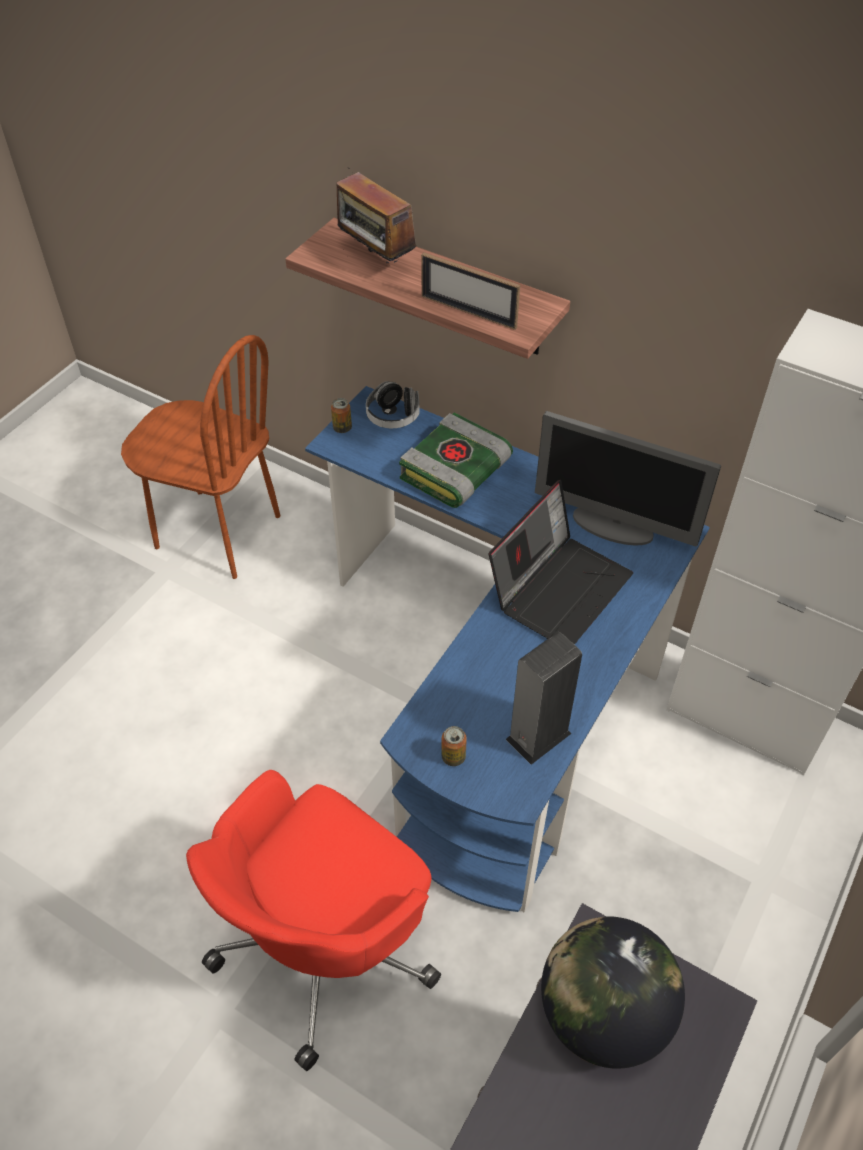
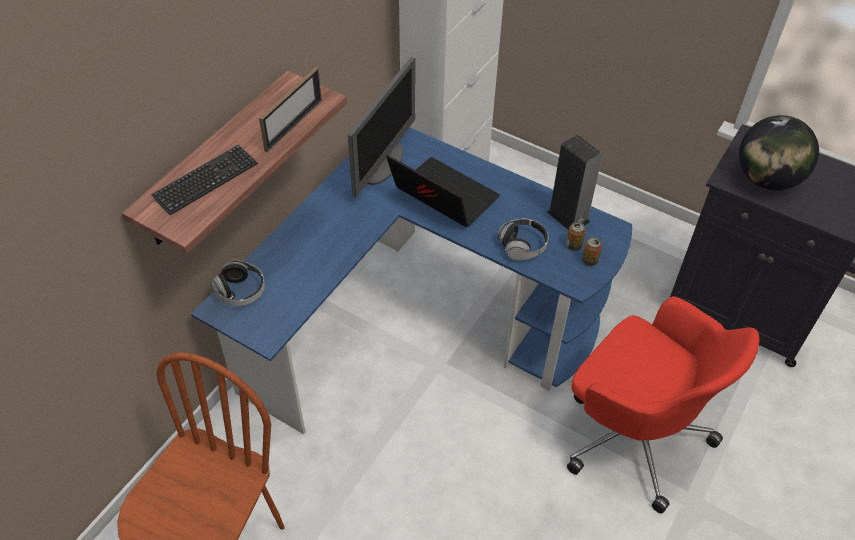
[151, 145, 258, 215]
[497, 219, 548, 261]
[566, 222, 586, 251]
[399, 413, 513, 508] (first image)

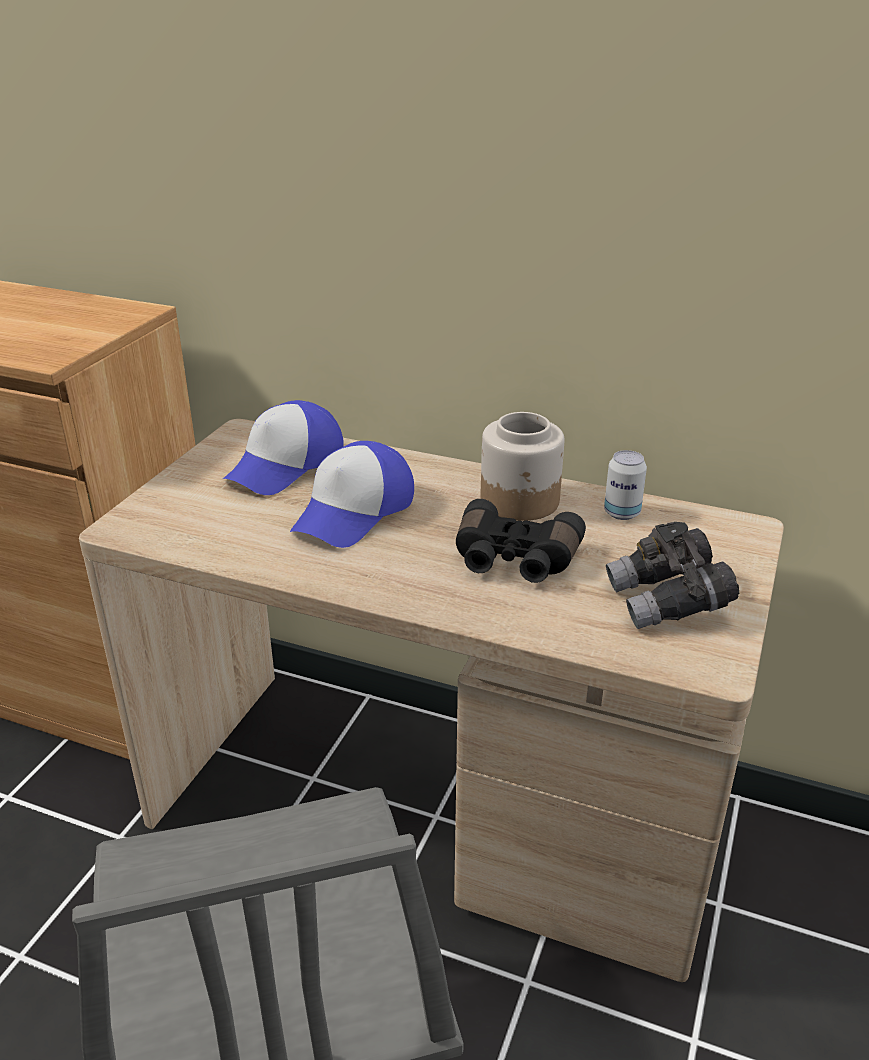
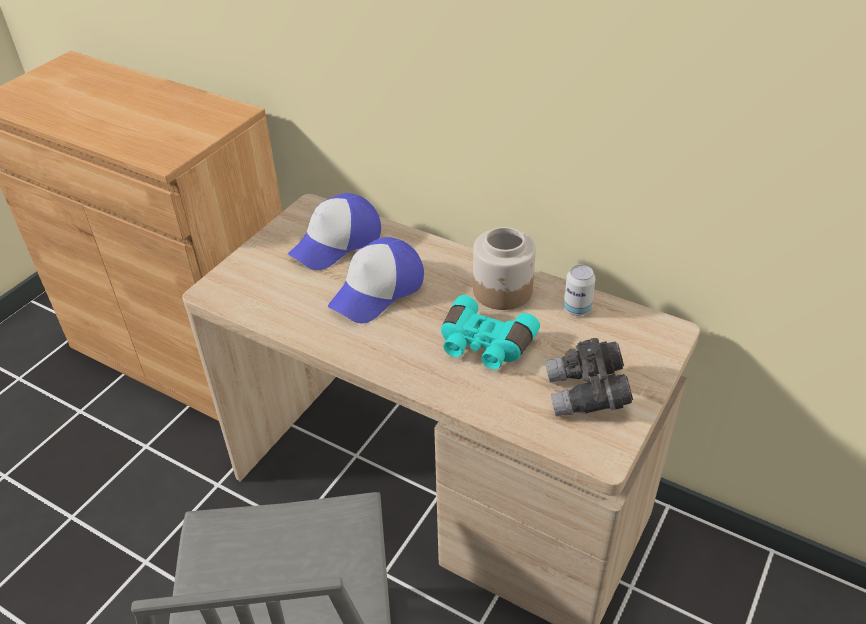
[441, 295, 540, 369]

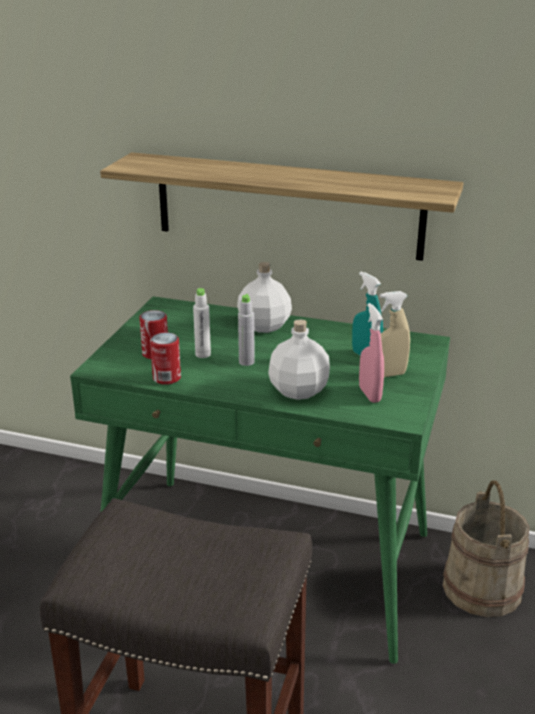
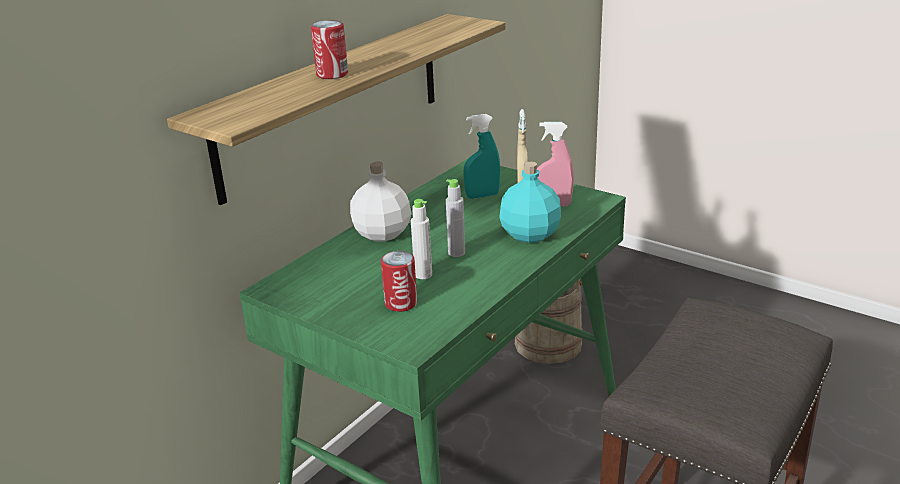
[311, 20, 348, 79]
[499, 162, 561, 243]

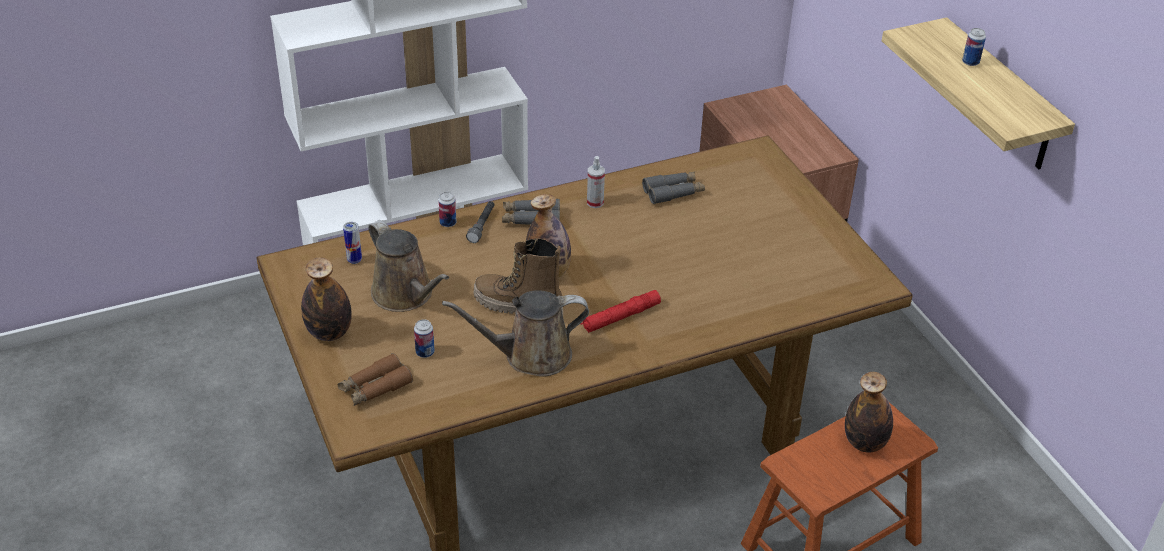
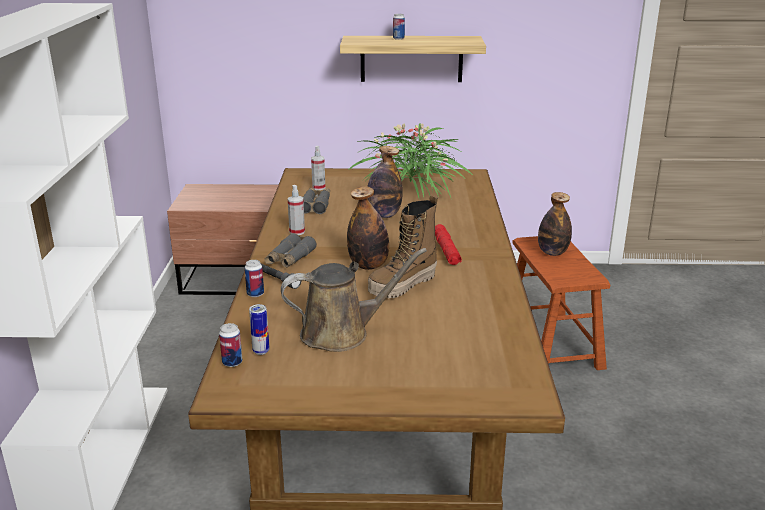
[219, 323, 242, 367]
[311, 146, 325, 190]
[348, 123, 474, 200]
[367, 146, 403, 218]
[338, 353, 413, 406] (first image)
[442, 290, 589, 377] (first image)

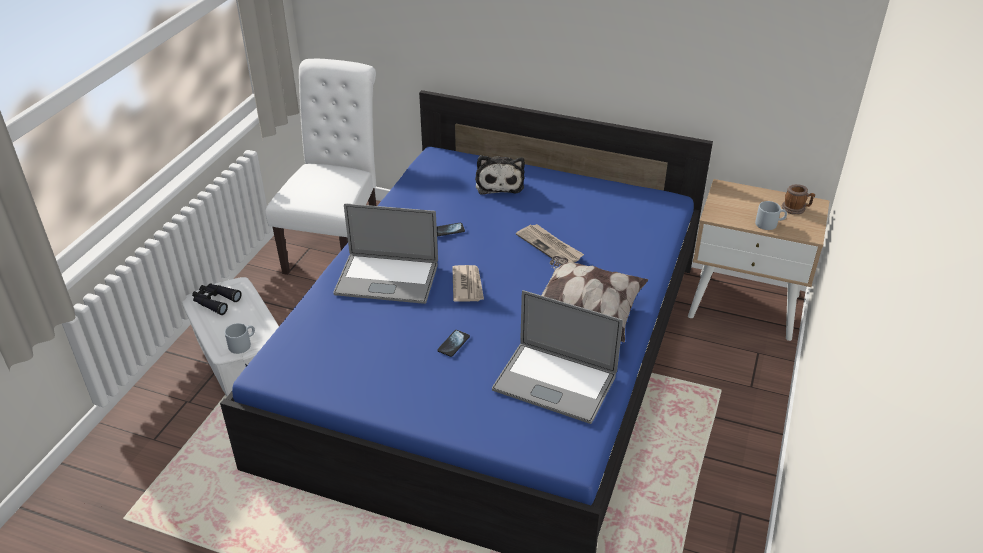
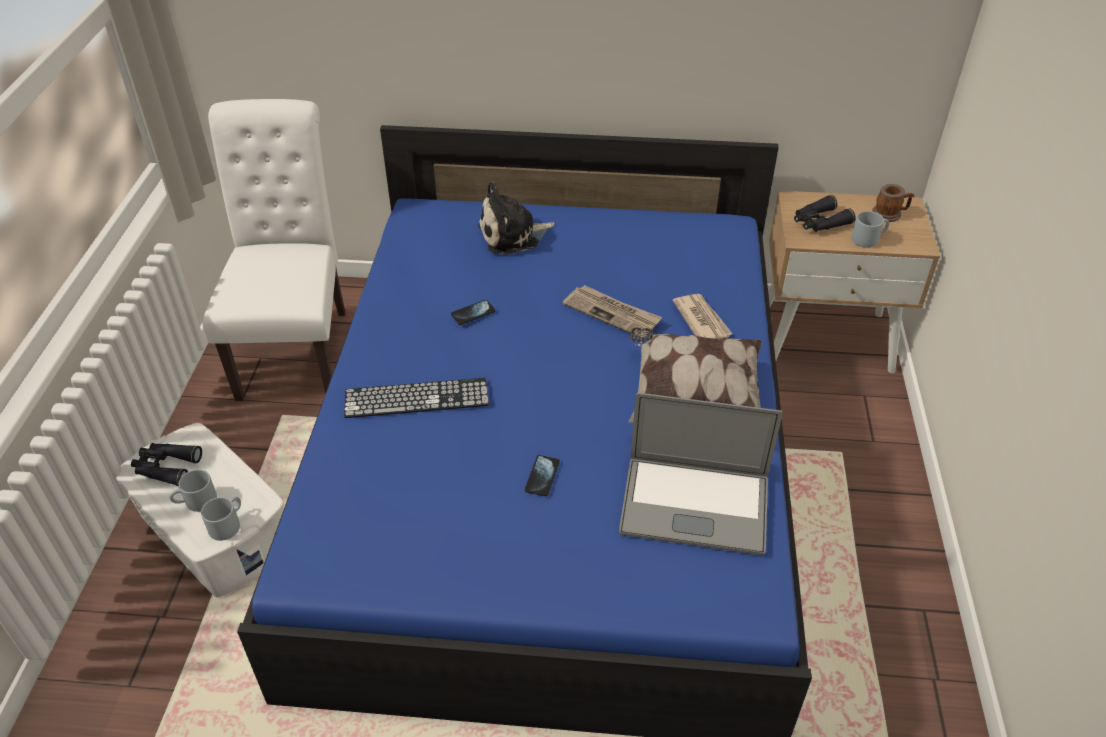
[170, 469, 217, 512]
[344, 378, 489, 418]
[478, 182, 555, 255]
[672, 294, 732, 339]
[794, 195, 856, 232]

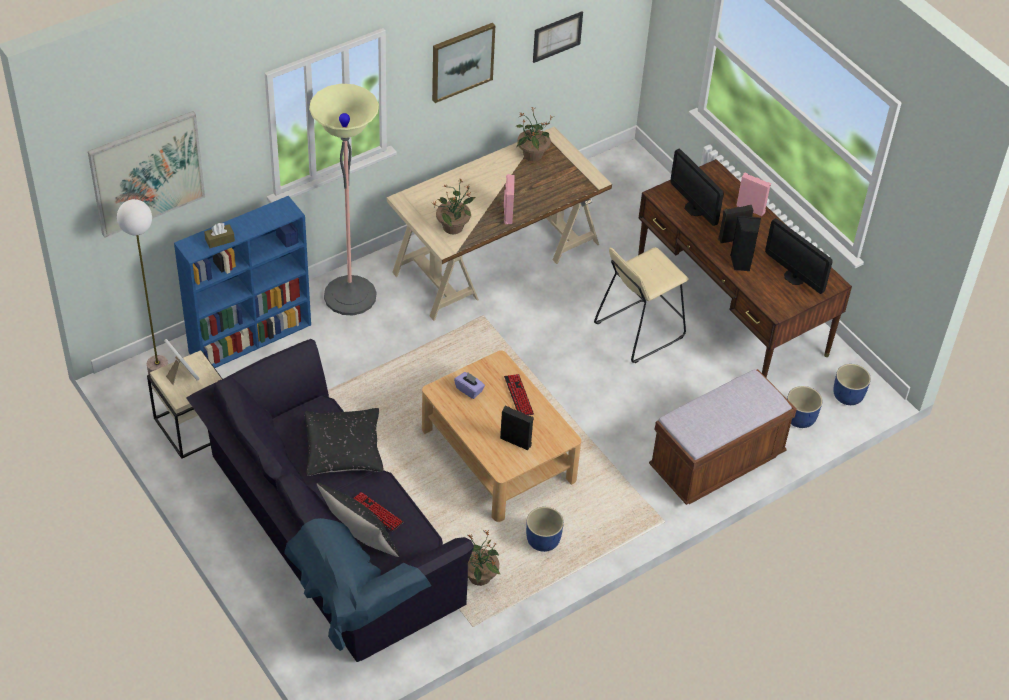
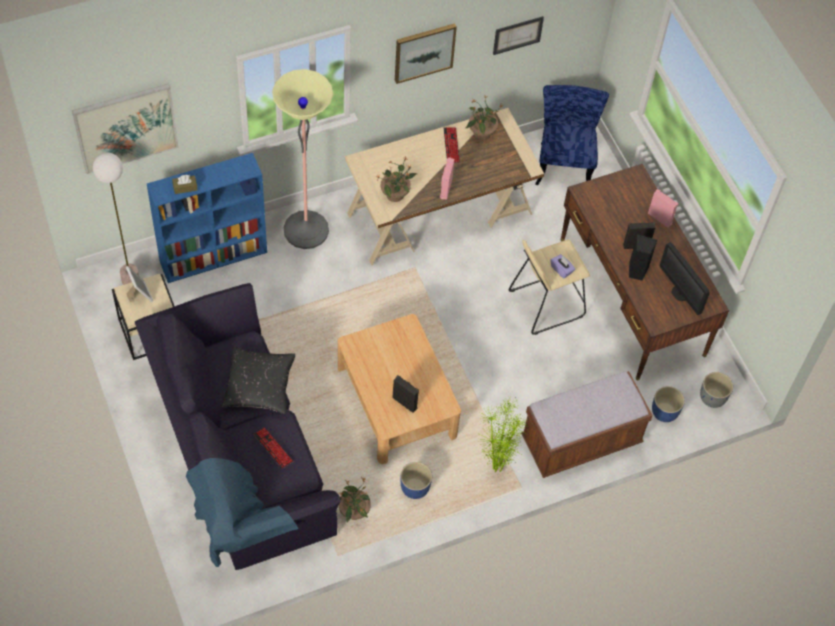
[444, 127, 460, 163]
[480, 397, 528, 472]
[535, 85, 609, 185]
[550, 254, 575, 279]
[700, 372, 733, 408]
[317, 483, 400, 557] (first image)
[670, 149, 724, 226] (first image)

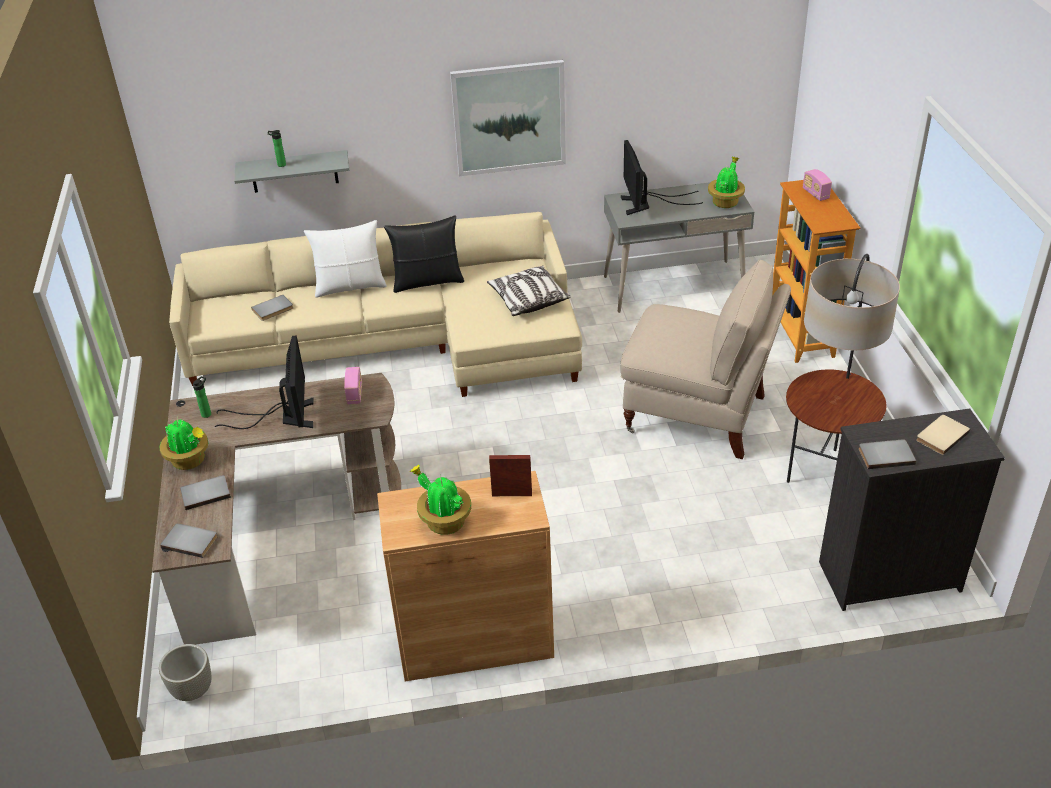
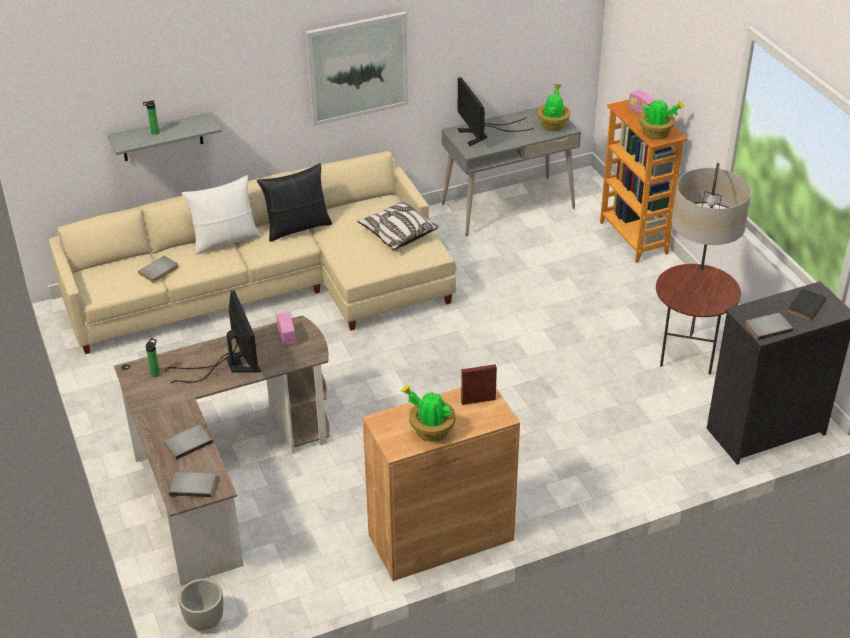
[639, 98, 684, 140]
[787, 289, 826, 321]
[621, 259, 791, 459] (first image)

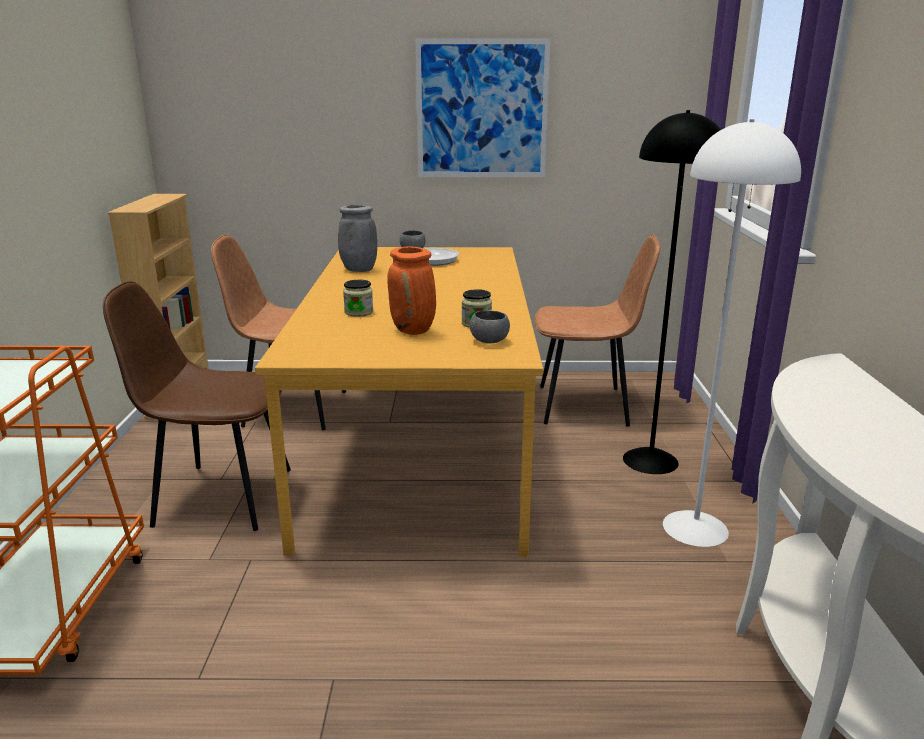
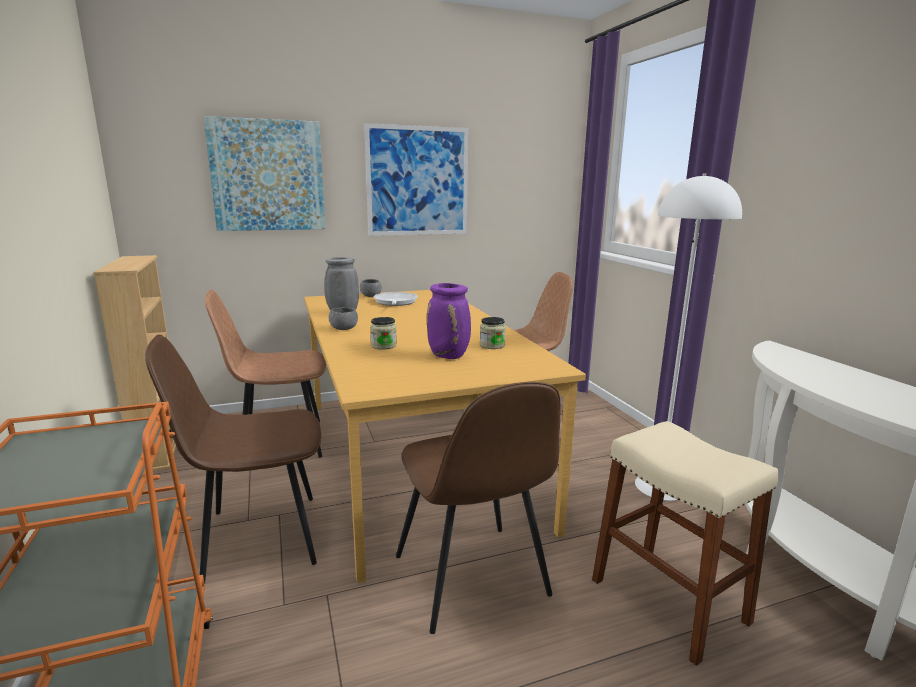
[203, 116, 326, 231]
[329, 308, 358, 330]
[396, 382, 560, 634]
[427, 283, 471, 359]
[592, 421, 779, 666]
[623, 110, 721, 474] (first image)

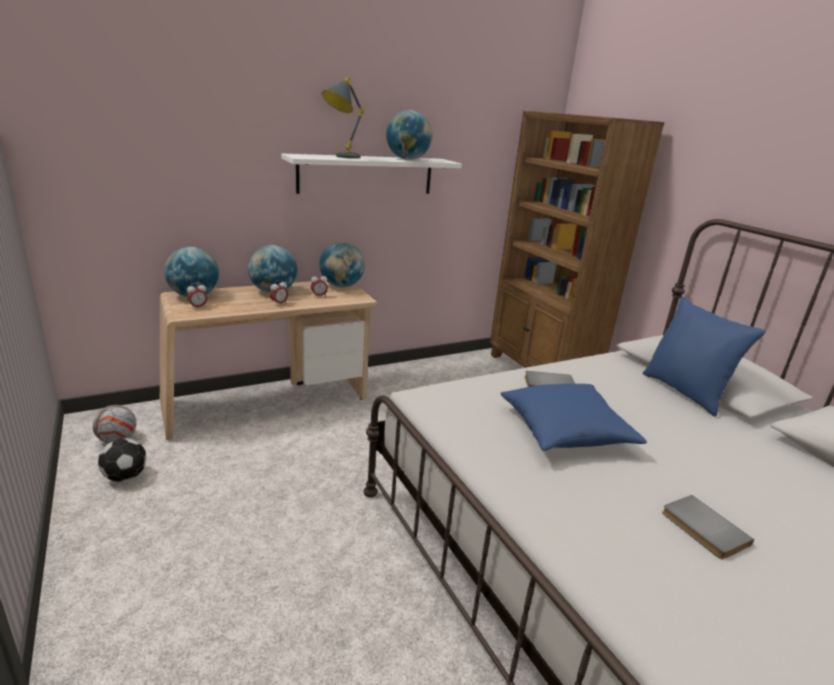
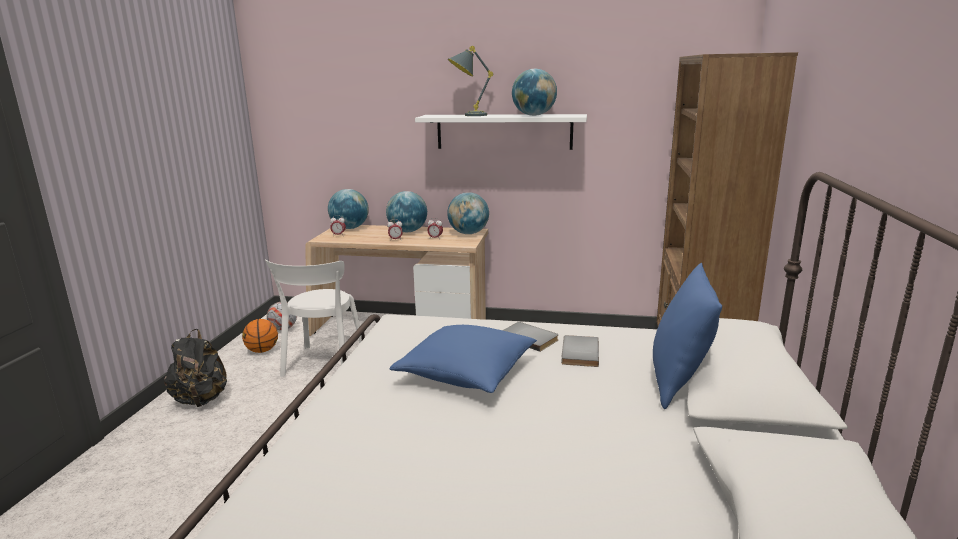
[164, 329, 227, 407]
[242, 319, 278, 353]
[265, 259, 362, 377]
[561, 335, 599, 367]

